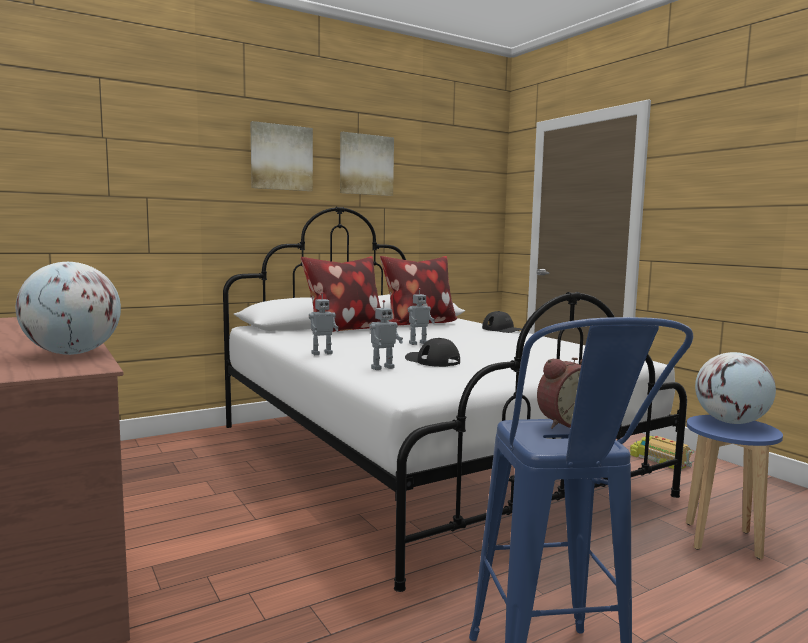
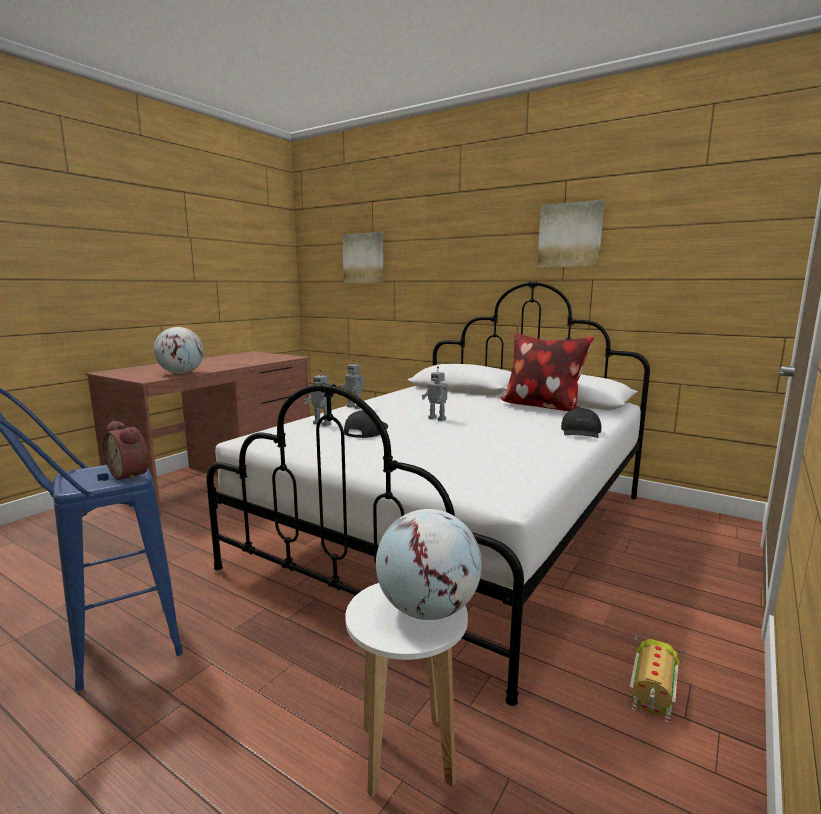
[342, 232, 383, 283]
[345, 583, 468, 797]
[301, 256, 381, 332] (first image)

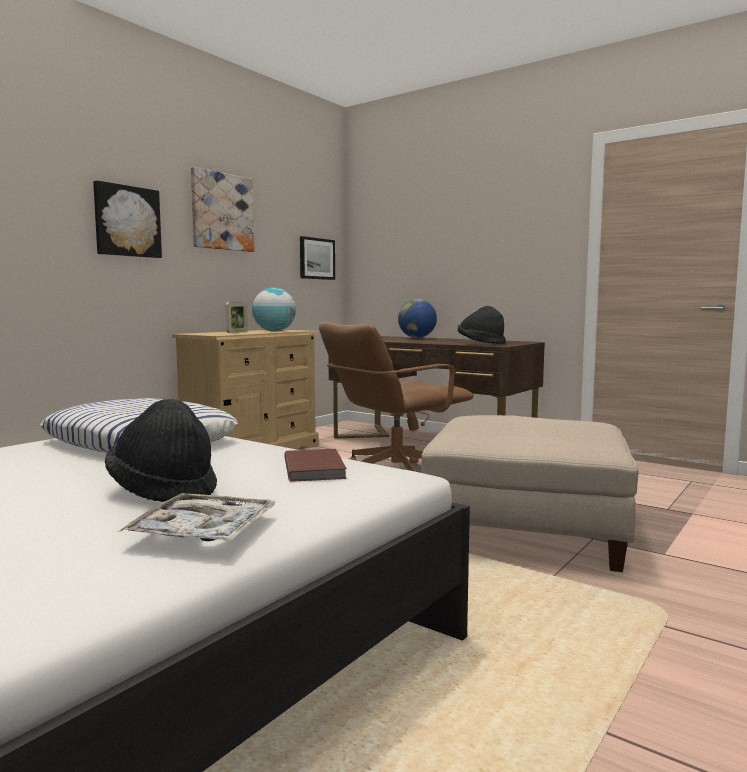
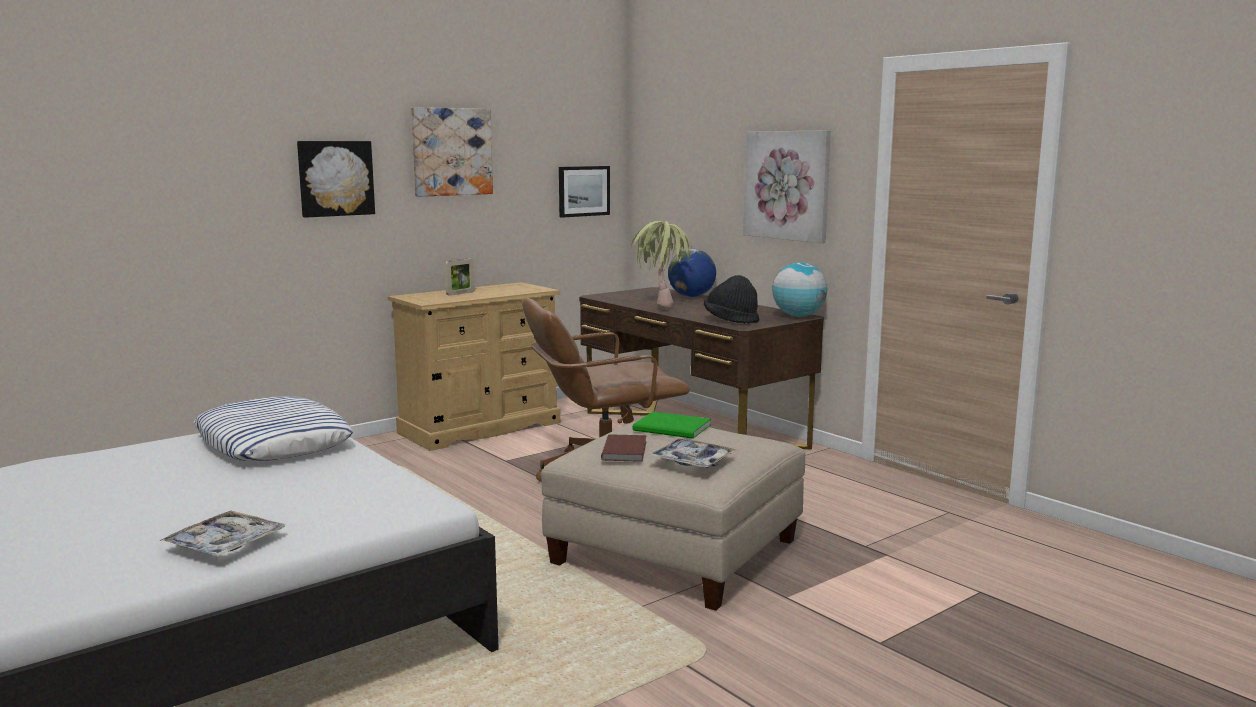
[601, 434, 647, 462]
[632, 221, 692, 309]
[633, 412, 711, 439]
[649, 439, 737, 468]
[743, 130, 831, 243]
[772, 262, 827, 317]
[105, 399, 217, 502] (first image)

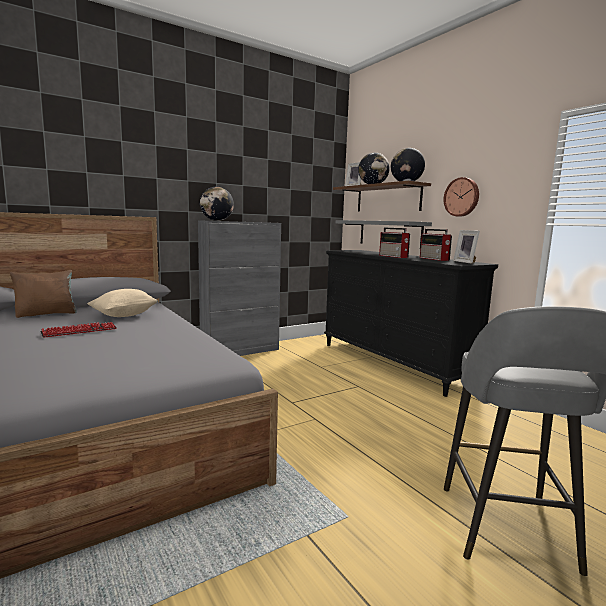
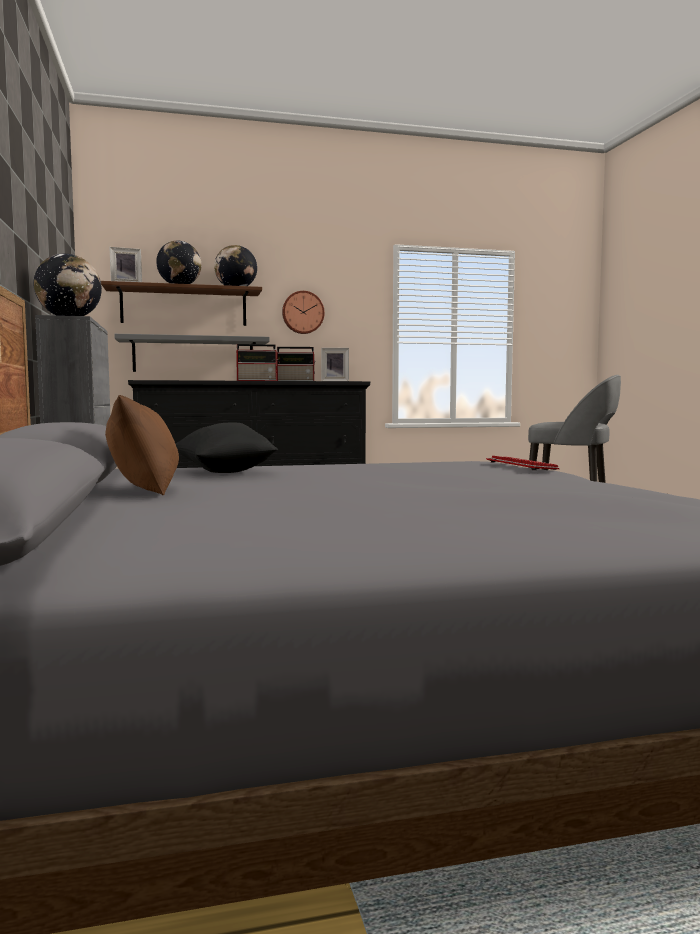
[175, 423, 278, 473]
[486, 455, 560, 470]

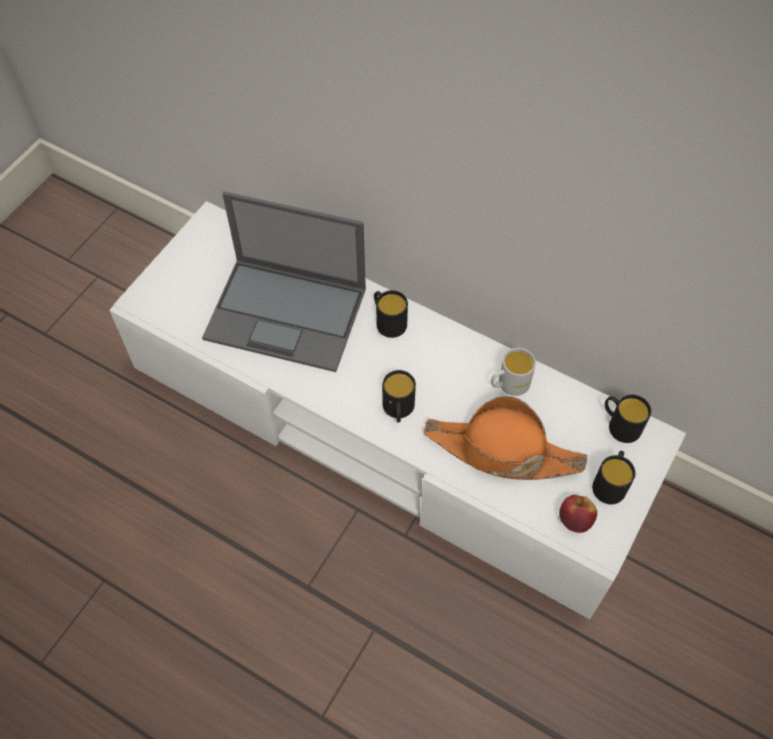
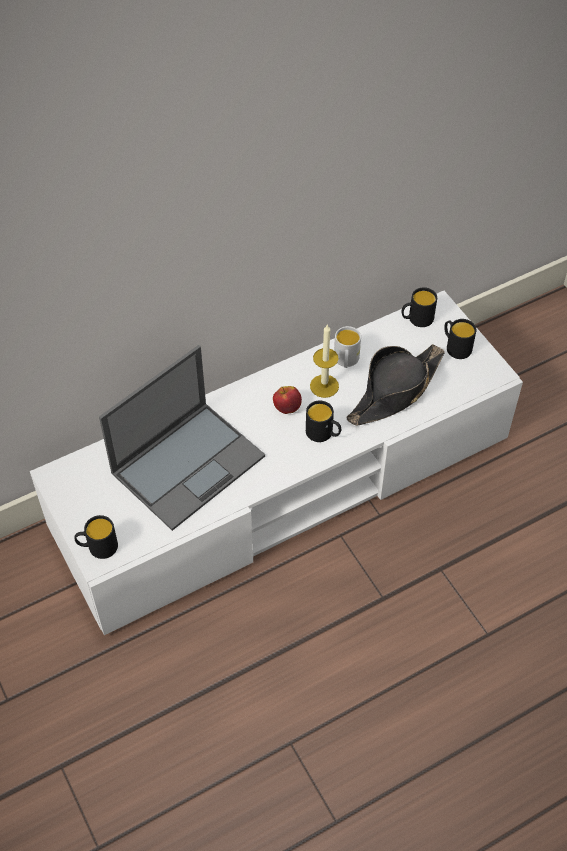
[75, 515, 118, 559]
[273, 386, 302, 414]
[310, 324, 339, 398]
[346, 344, 445, 426]

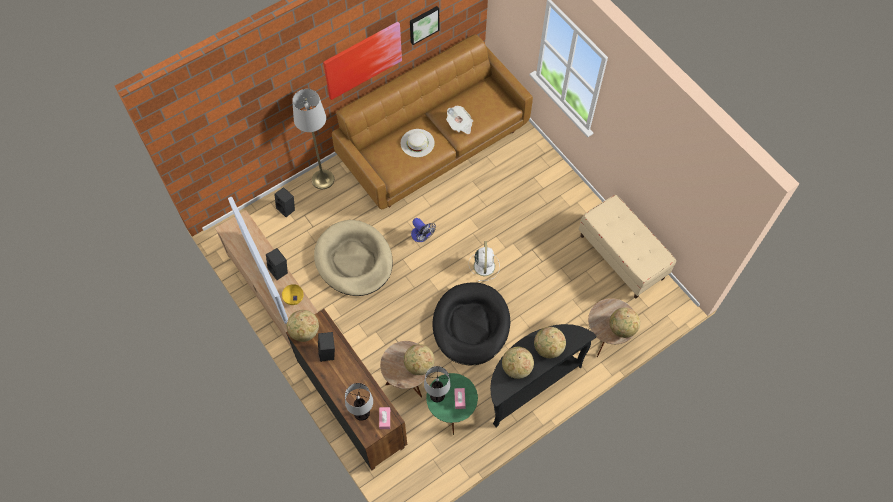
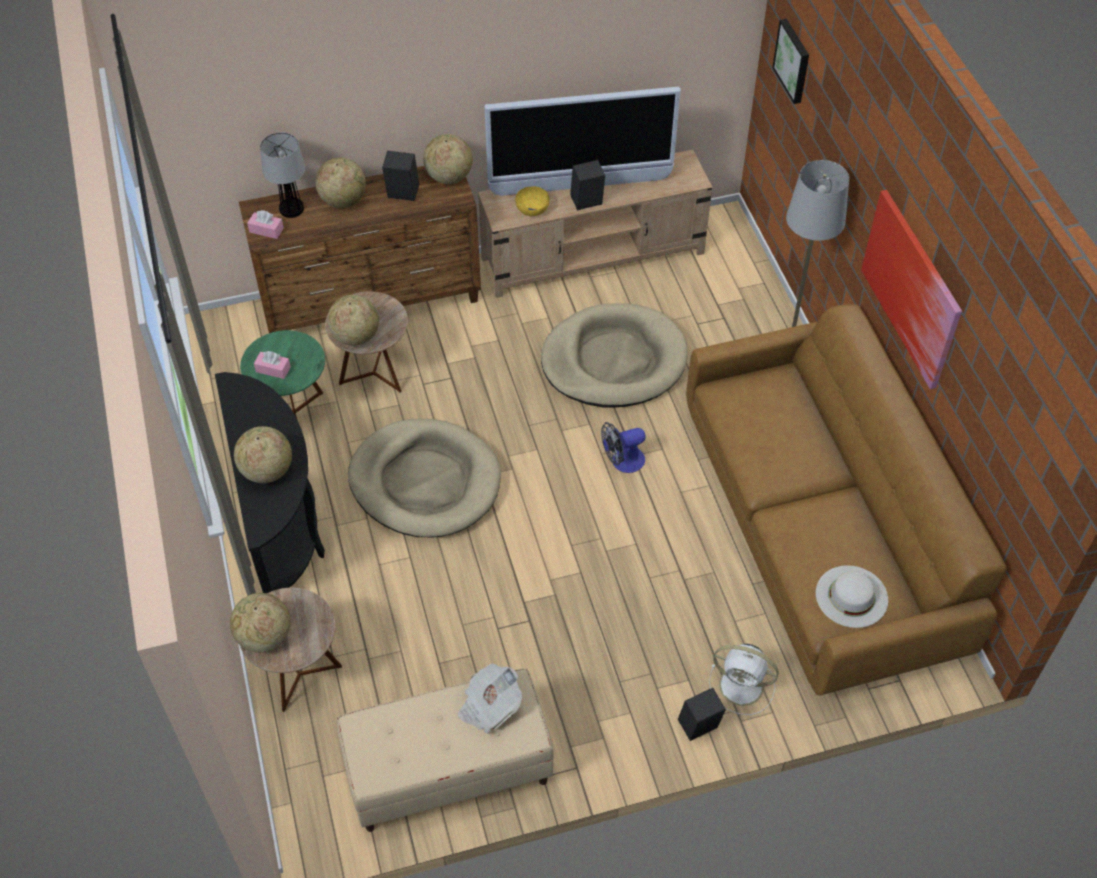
[315, 157, 366, 208]
[348, 419, 501, 537]
[458, 663, 522, 734]
[678, 688, 726, 741]
[709, 644, 779, 715]
[772, 19, 809, 104]
[816, 565, 888, 628]
[424, 366, 451, 402] (first image)

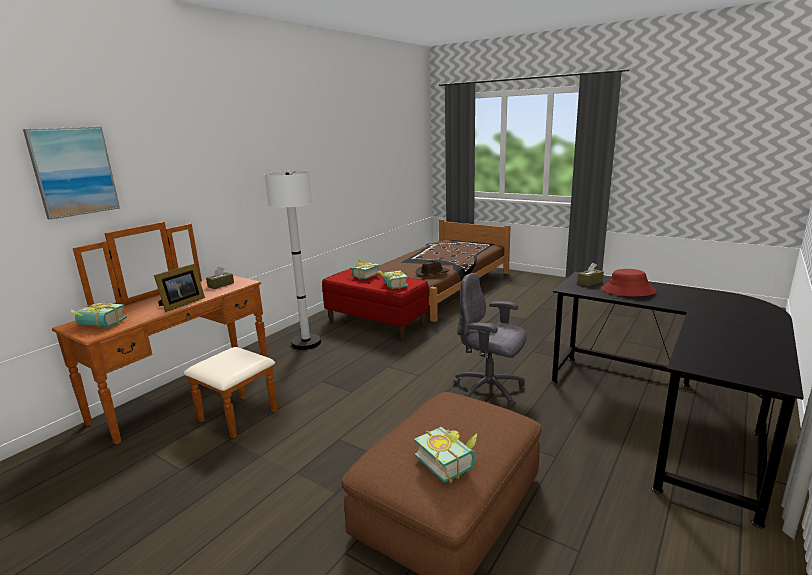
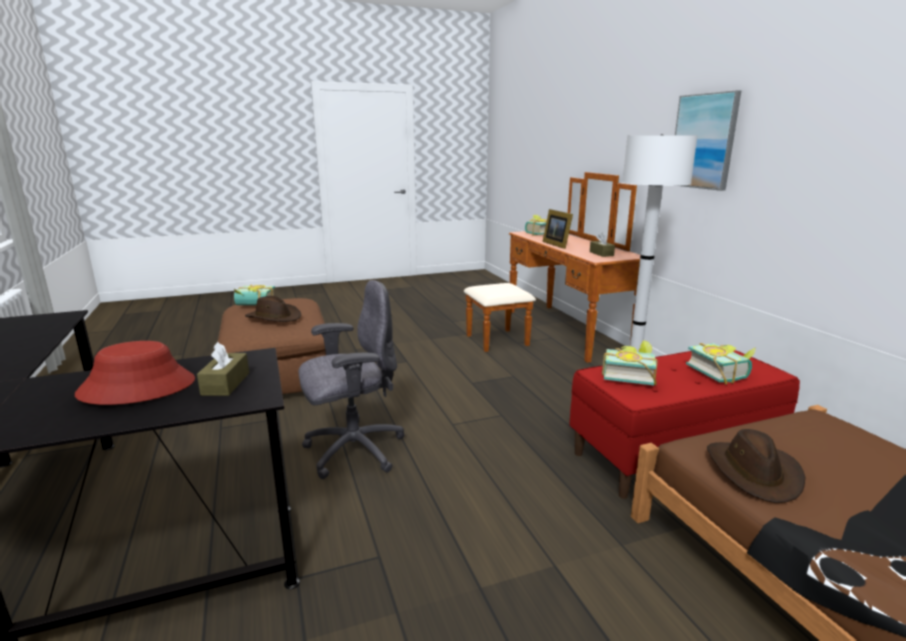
[245, 296, 301, 322]
[675, 90, 741, 191]

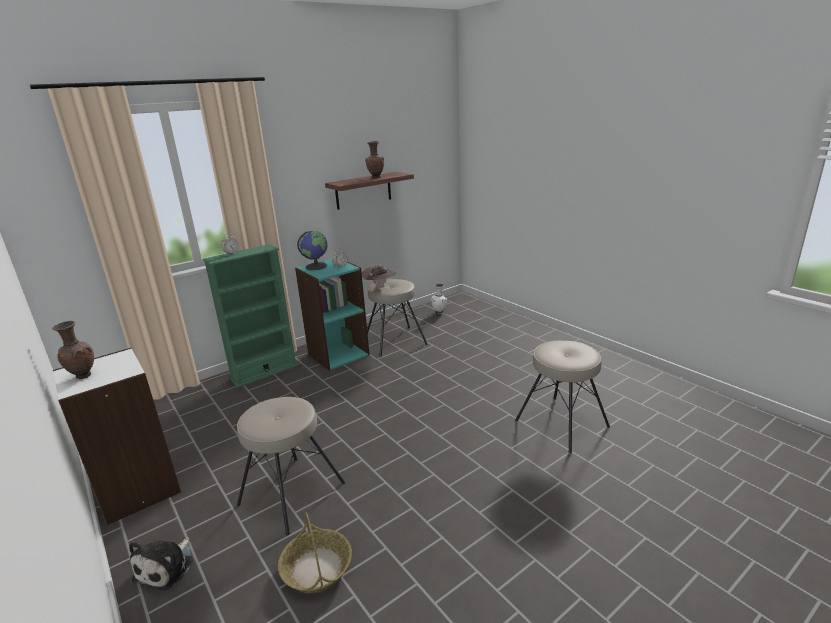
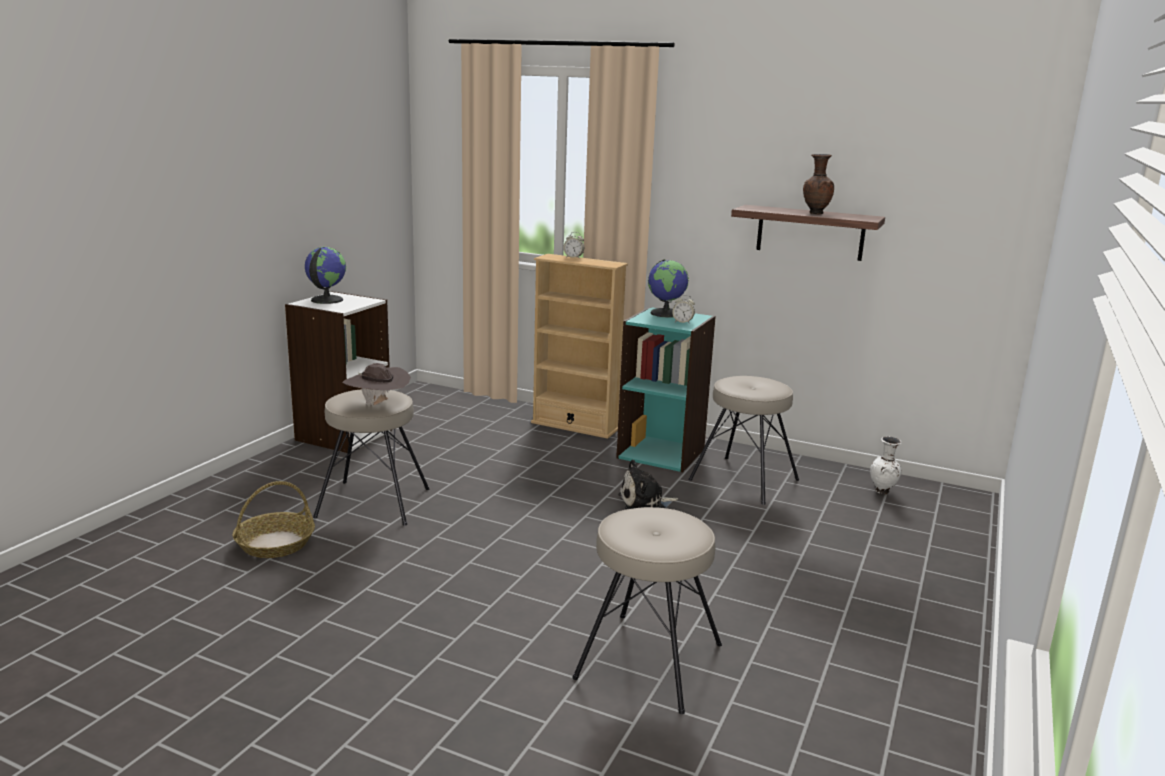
[305, 247, 346, 304]
[343, 363, 411, 405]
[531, 254, 628, 439]
[618, 460, 678, 509]

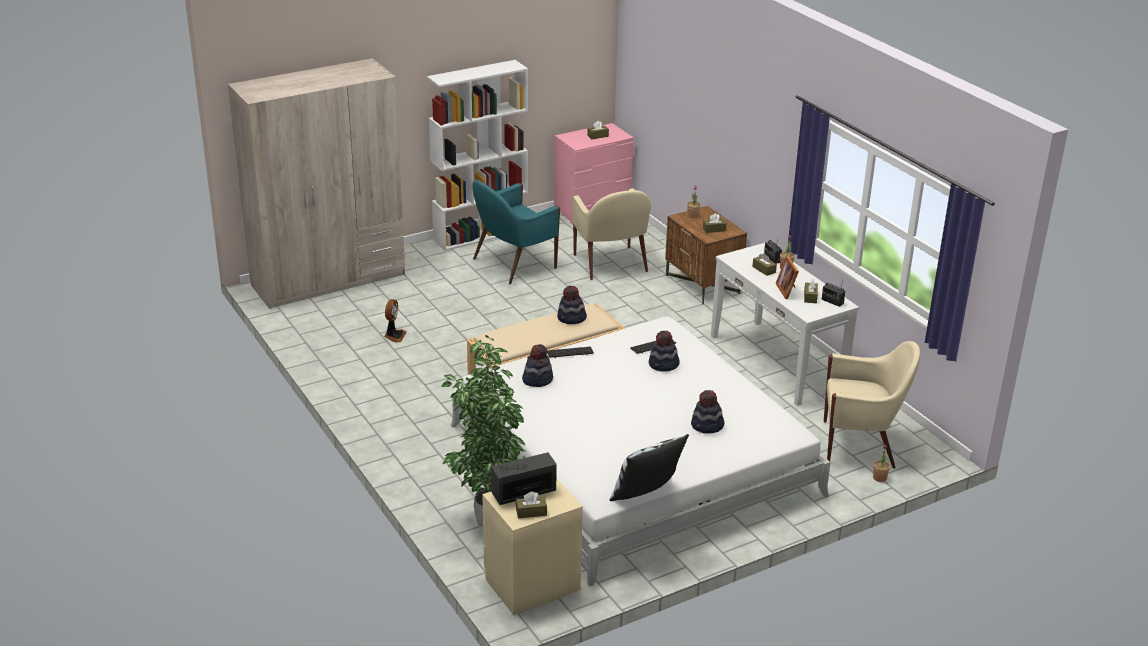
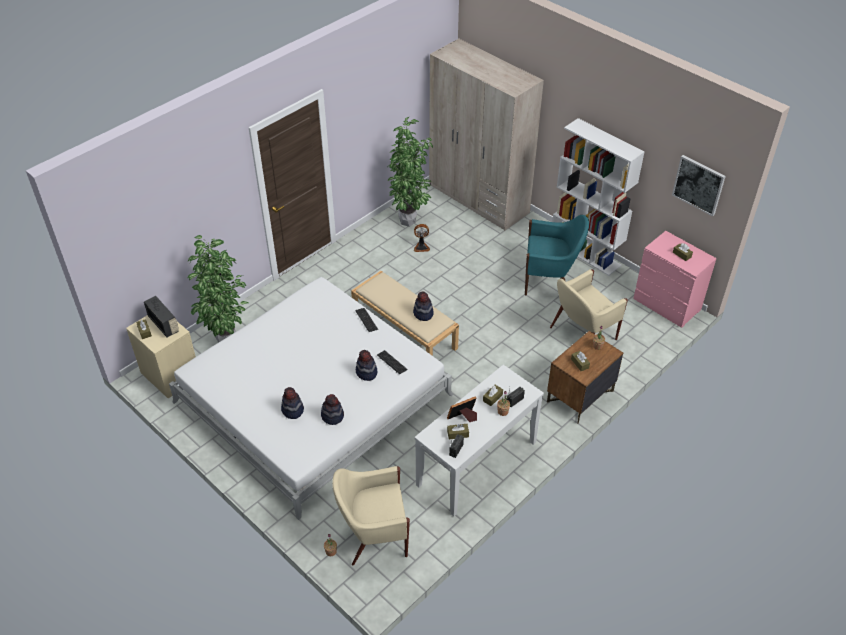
[321, 394, 344, 425]
[332, 466, 410, 565]
[388, 117, 433, 227]
[525, 215, 589, 295]
[672, 155, 726, 216]
[610, 434, 689, 501] (first image)

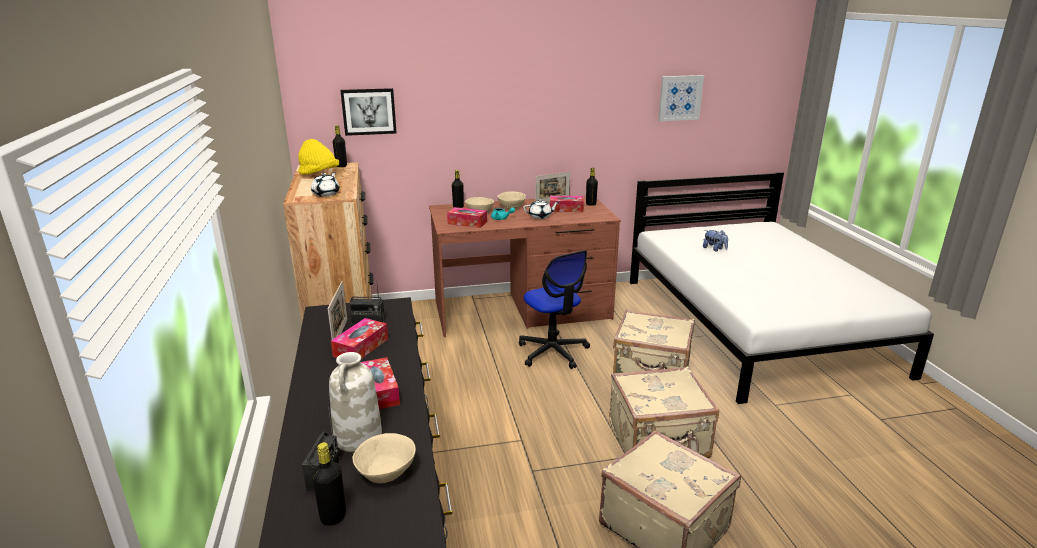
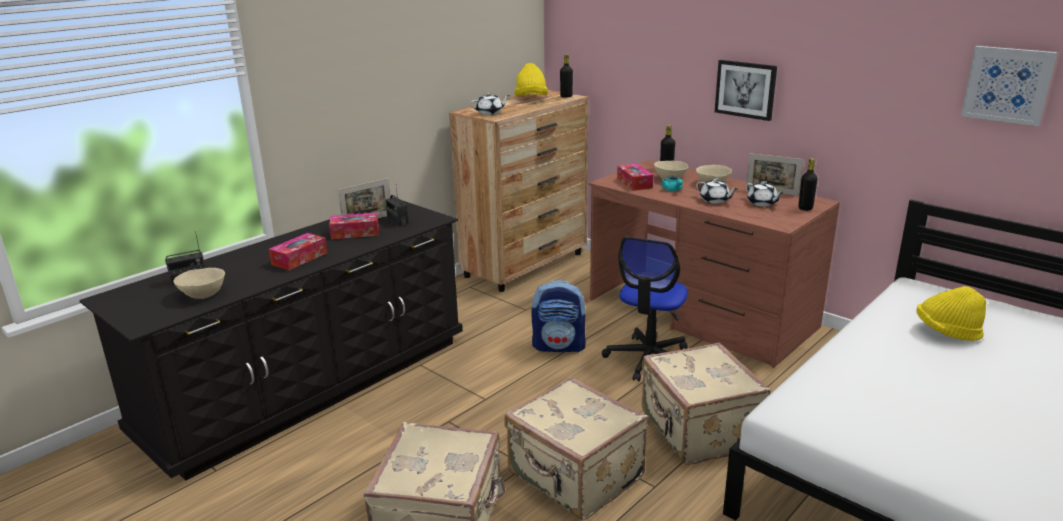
[531, 280, 587, 352]
[715, 60, 777, 121]
[746, 181, 783, 207]
[916, 286, 986, 341]
[312, 442, 346, 526] (first image)
[329, 352, 382, 452] (first image)

